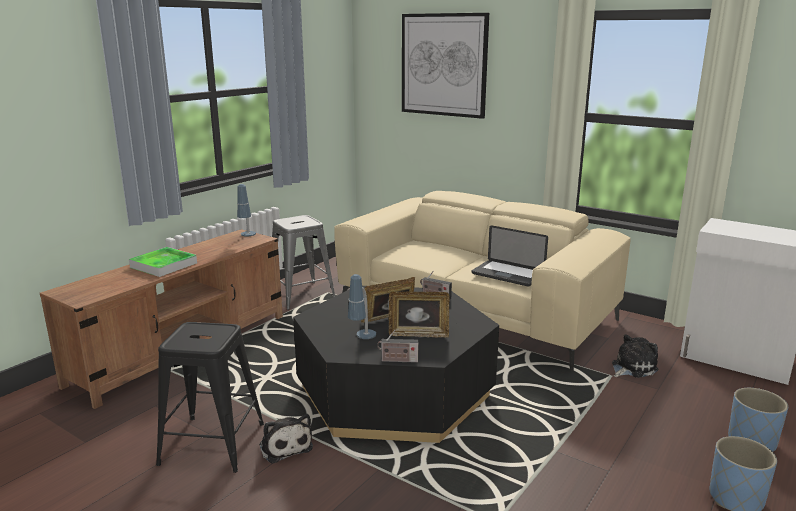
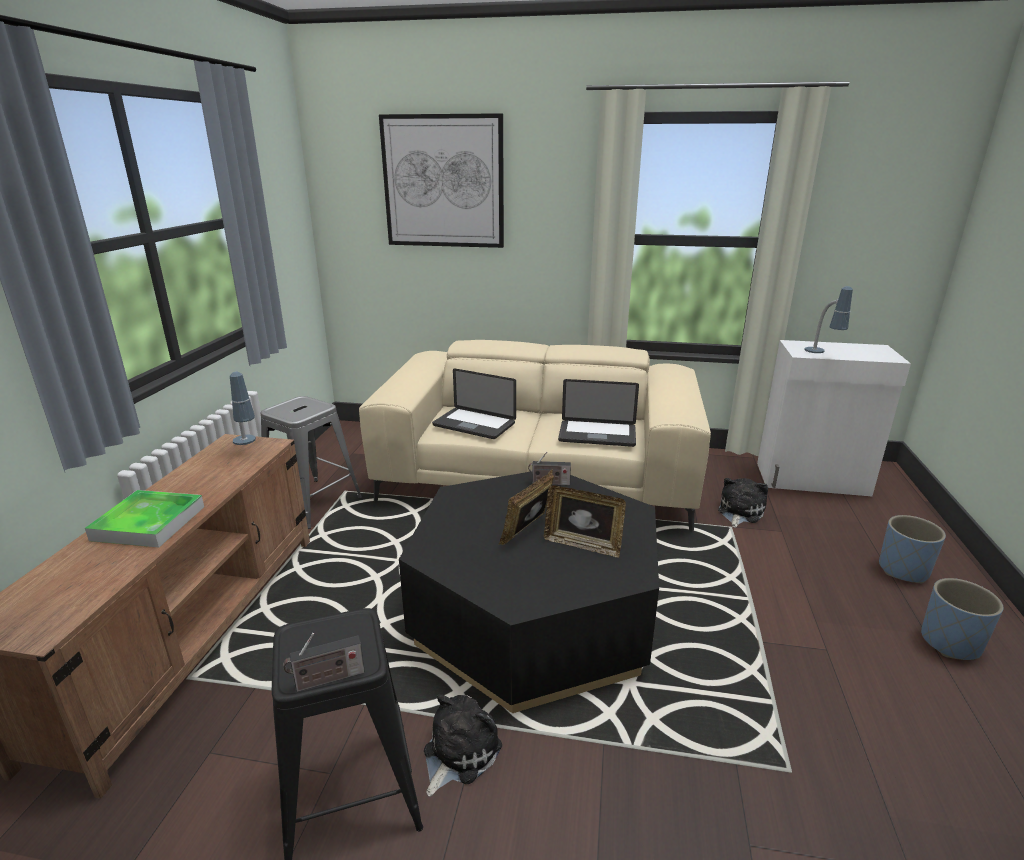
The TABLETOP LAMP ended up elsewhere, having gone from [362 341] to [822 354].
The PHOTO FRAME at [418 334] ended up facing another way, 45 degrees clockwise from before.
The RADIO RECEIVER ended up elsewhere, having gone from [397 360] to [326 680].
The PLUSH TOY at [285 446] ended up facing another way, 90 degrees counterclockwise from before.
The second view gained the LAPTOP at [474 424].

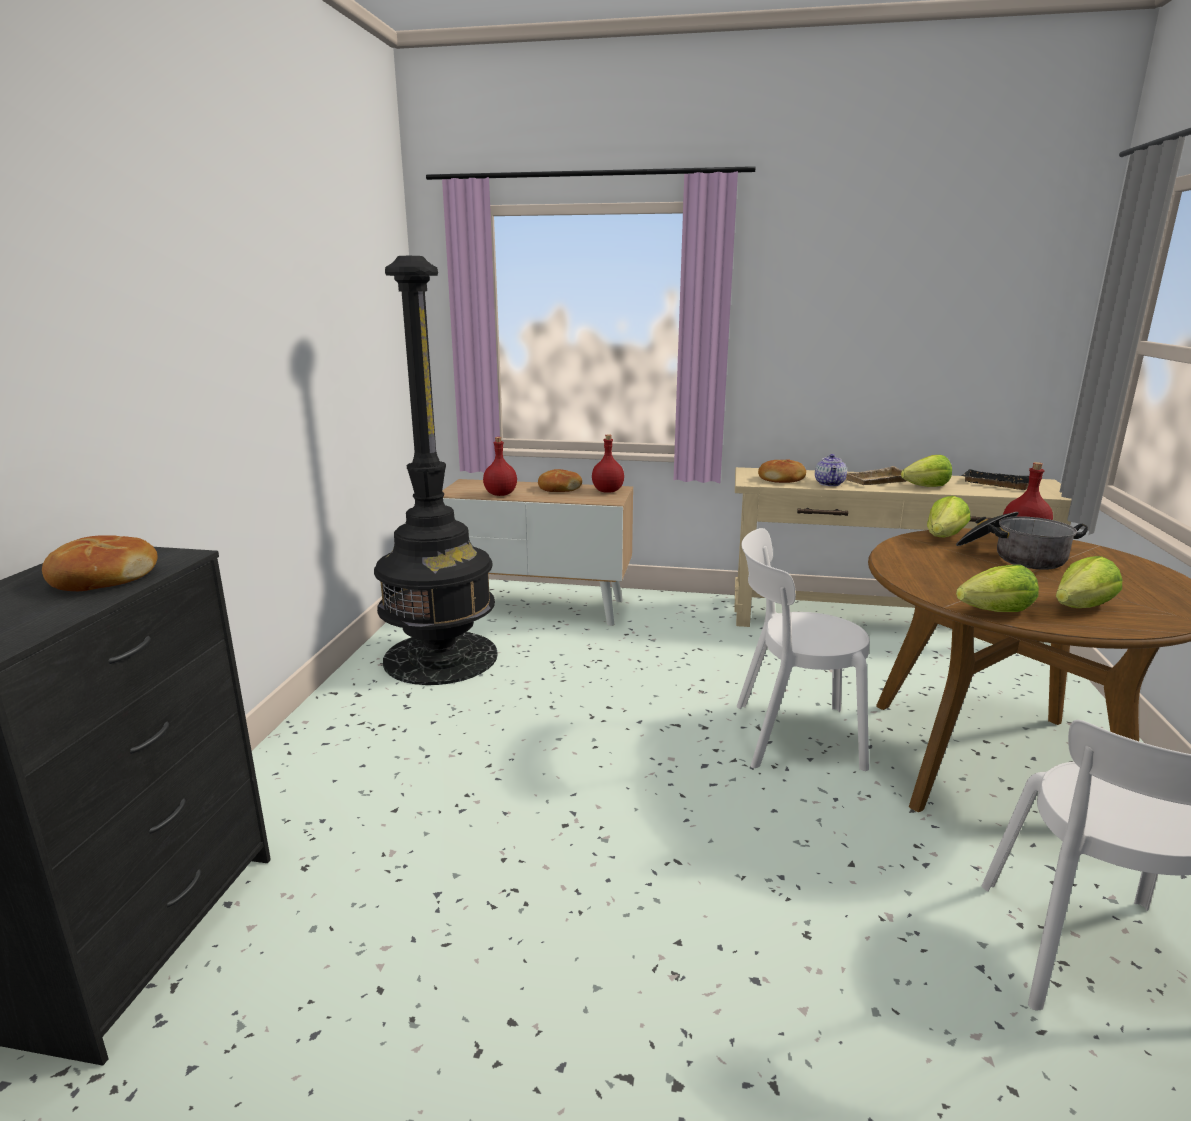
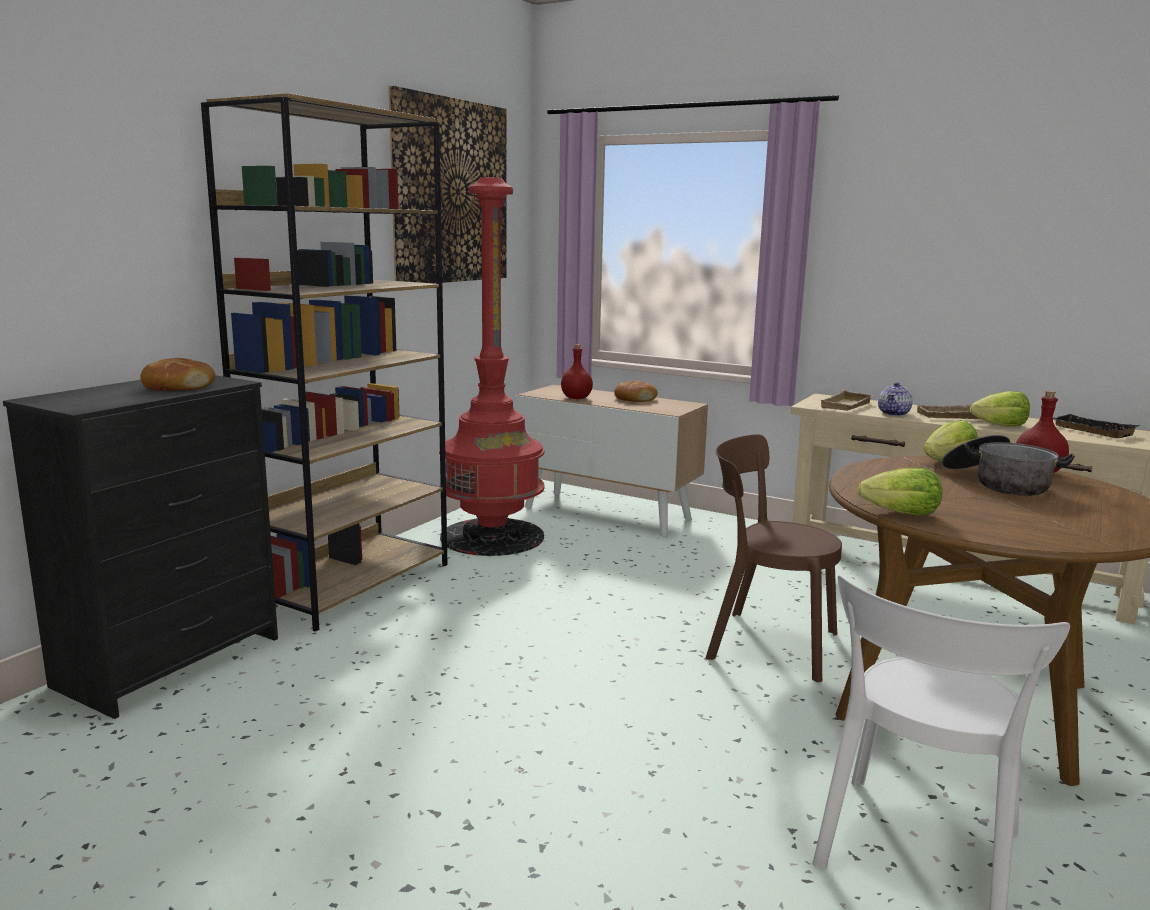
What was the BLACK-COLOURED STANDARD LAMP at [441 657] turned into the RED-COLOURED STANDARD LAMP at [492 537].
The second view lost the RED-COLOURED DRINK BOTTLE at [608 491].
Where the BAKERY BREAD stood at [782 479], the SAND-COLOURED SERVING TRAY came to stand at [847 406].
What was the WHITE-COLOURED CHAIR at [790 735] turned into the BROWN-COLOURED CHAIR at [765 643].
The second view lost the HEAD OF LETTUCE at [1081 607].
The second view gained the WALL PICTURE at [450 192].
The second view gained the BROWN-COLOURED SHELVING UNIT at [351 584].

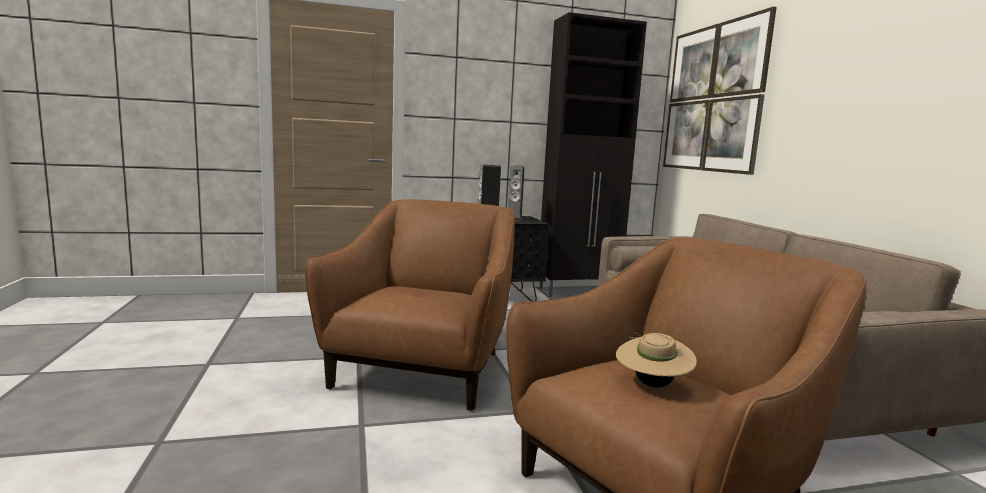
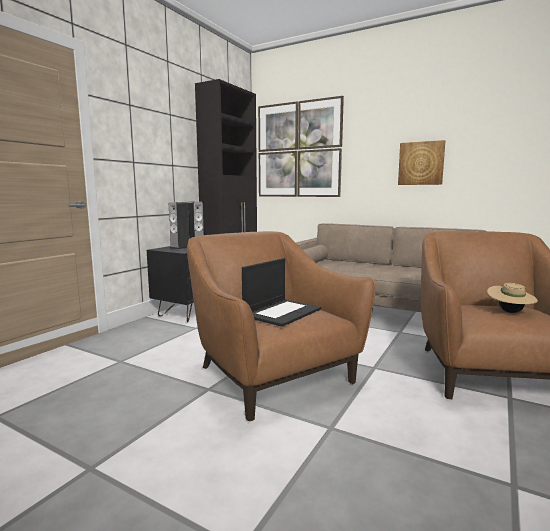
The second view gained the WALL PICTURE at [421 163].
The second view gained the LAPTOP at [282 312].

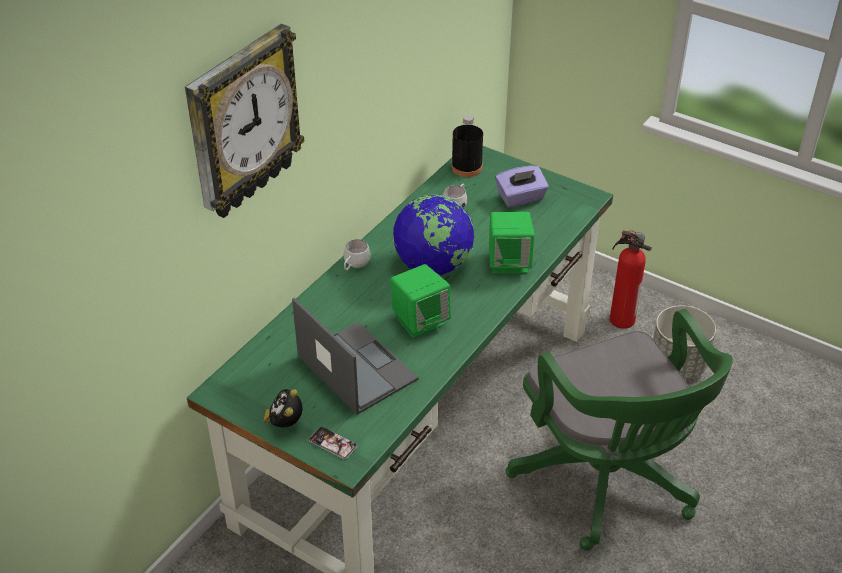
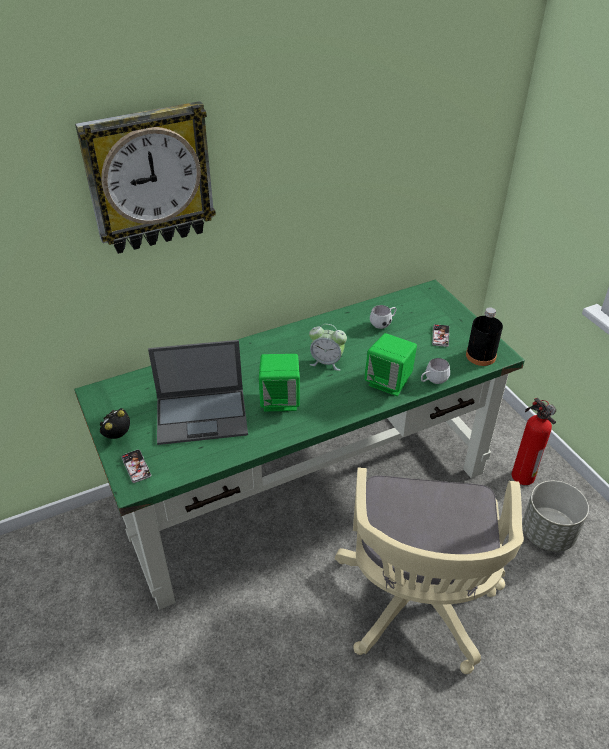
The BLACK-COLOURED DRINK BOTTLE ended up elsewhere, having gone from [466 167] to [480 356].
Where the PURPLE-COLOURED TISSUE HOLDER stood at [521 198], the HANDSET came to stand at [440 336].
Where the WORLD GLOBE stood at [433 265], the ALARM CLOCK came to stand at [327 362].
The WHITE-COLOURED MUG ended up elsewhere, having gone from [354 266] to [433 381].
The LAPTOP at [355 367] ended up facing another way, 90 degrees clockwise from before.
What was the GREEN COMPUTER CHAIR at [608 482] turned into the SAND-COLOURED COMPUTER CHAIR at [417 605].

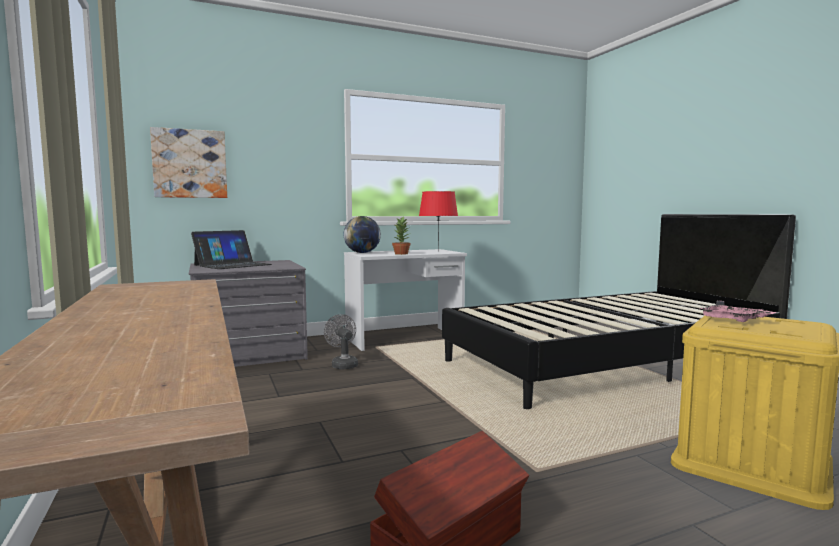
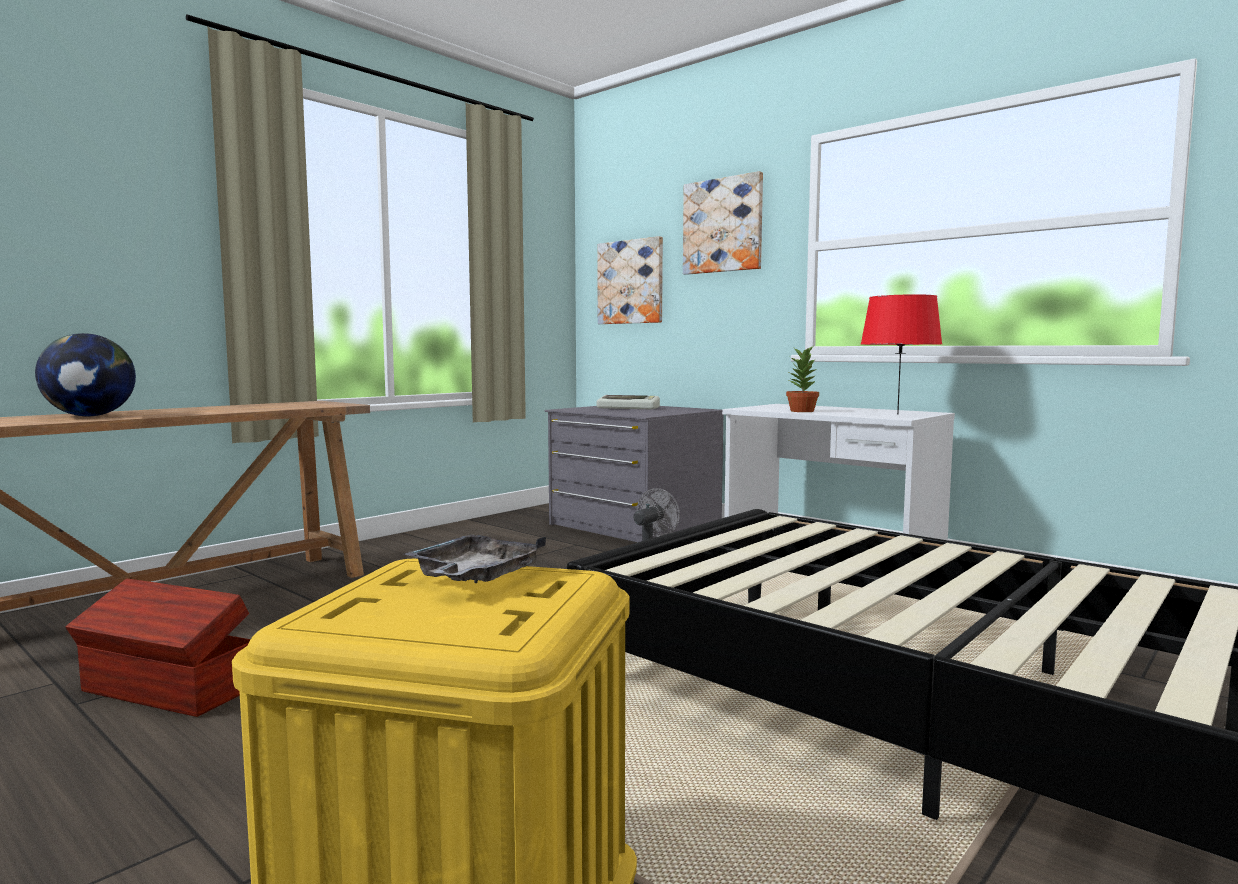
The WORLD GLOBE ended up elsewhere, having gone from [362 252] to [90 416].
Where the LAPTOP stood at [232 265], the COMPUTER KEYBOARD came to stand at [629 408].
What was the PINKISH SERVING TRAY at [733 320] turned into the GRAY SERVING TRAY at [474 577].
The second view gained the WALL PICTURE at [723 225].

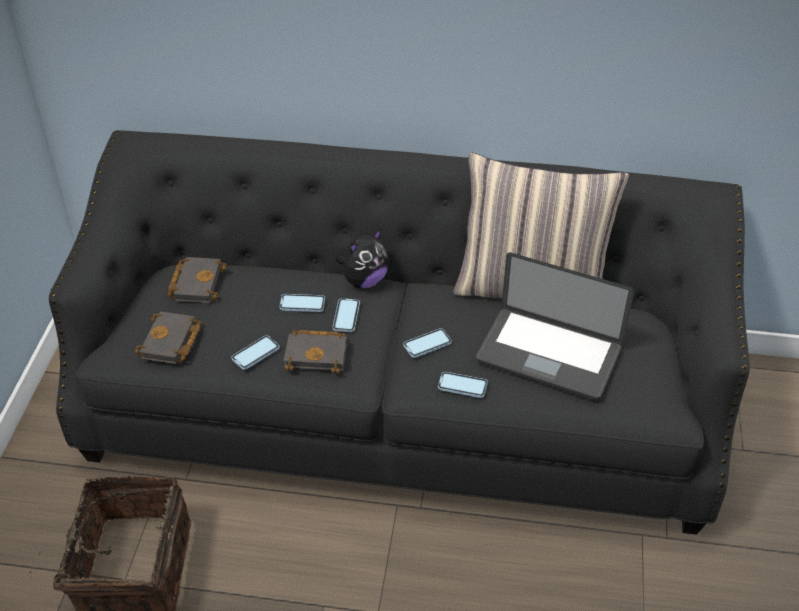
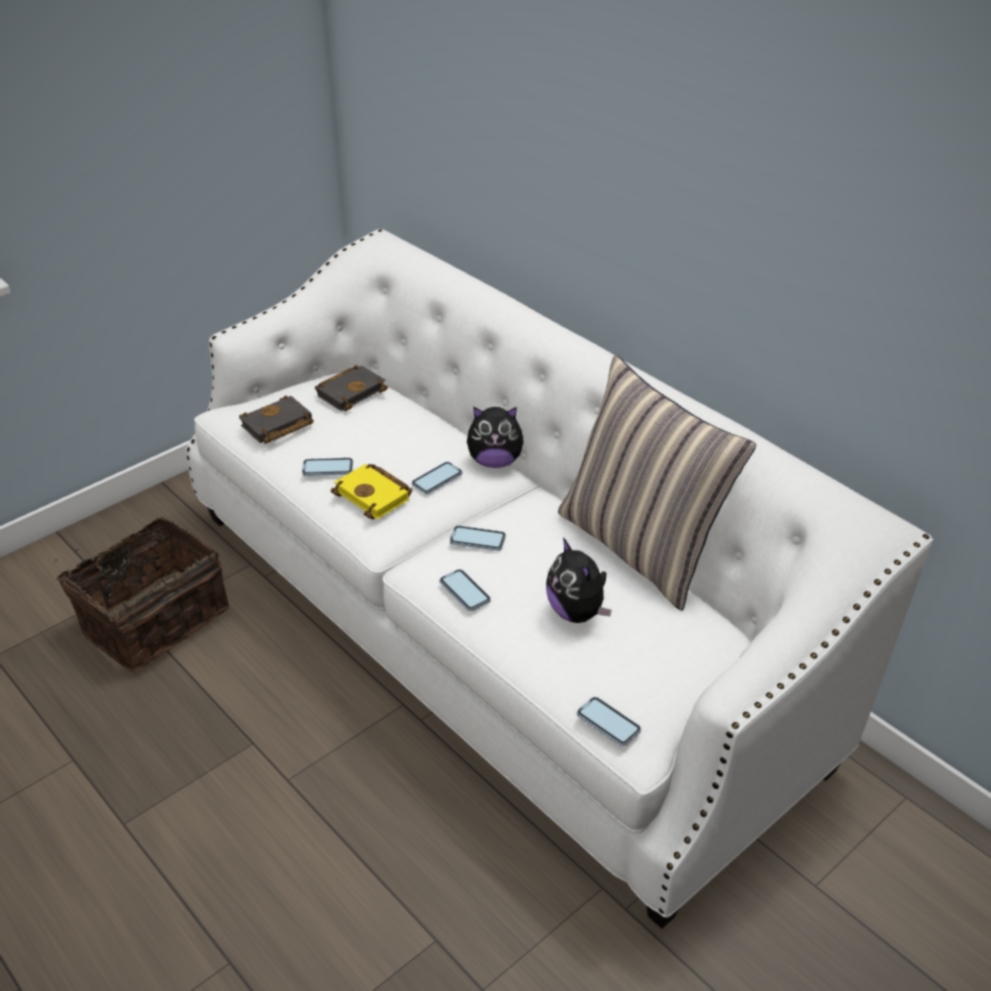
What was the BLACK-COLOURED SOFA at [400 410] turned into the WHITE-COLOURED SOFA at [496 627].
Where the LAPTOP stood at [548 355], the PLUSH TOY came to stand at [577 612].
The HANDSET ended up elsewhere, having gone from [302 304] to [608 723].
What was the BLACK-COLOURED BOOK at [318 354] turned into the YELLOWISH BOOK at [375 496].

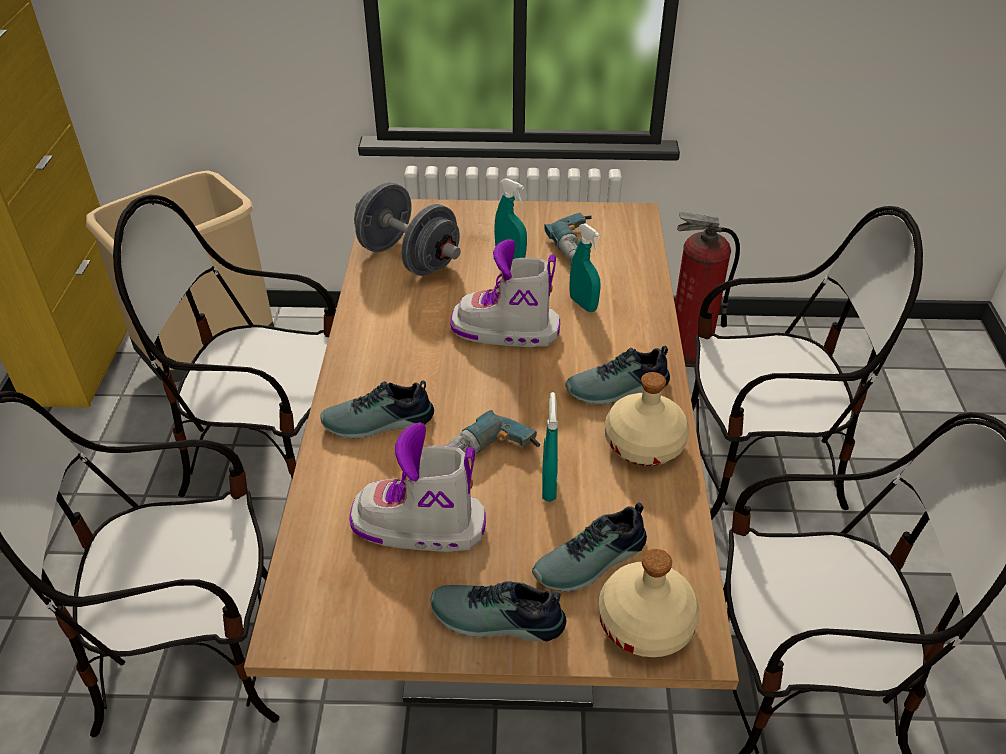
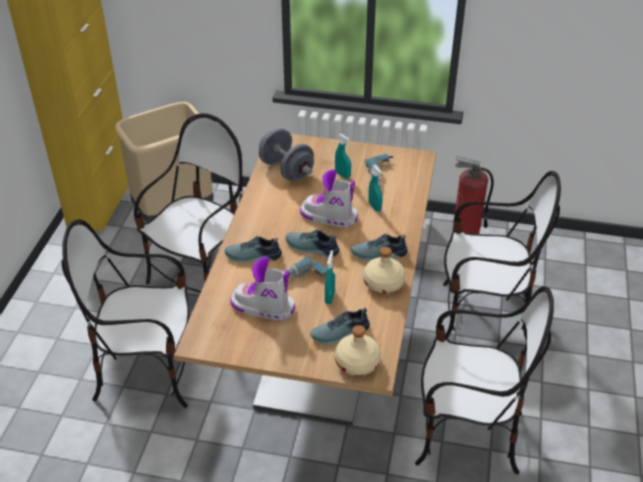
The CHAIR at [272 463] ended up facing another way, 105 degrees clockwise from before.
The LOW SHOE ended up elsewhere, having gone from [497 621] to [311 248].

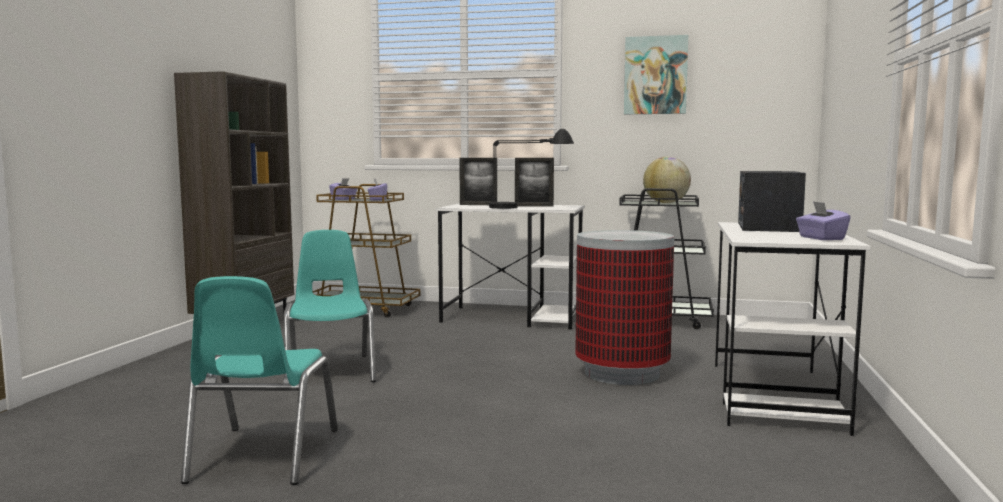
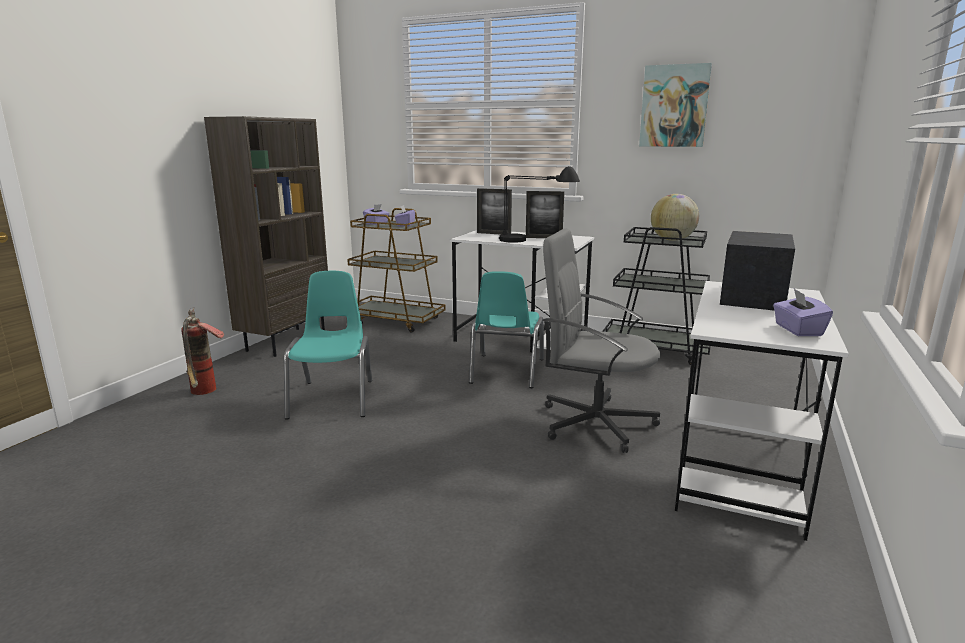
Where the TRASH CAN stood at [621 373], the GRAY COMPUTER CHAIR came to stand at [594 422].
The BLUE-GREEN CHAIR ended up elsewhere, having gone from [263 455] to [506 371].
The second view gained the FIRE-FIGHTING CYLINDER at [205 393].

